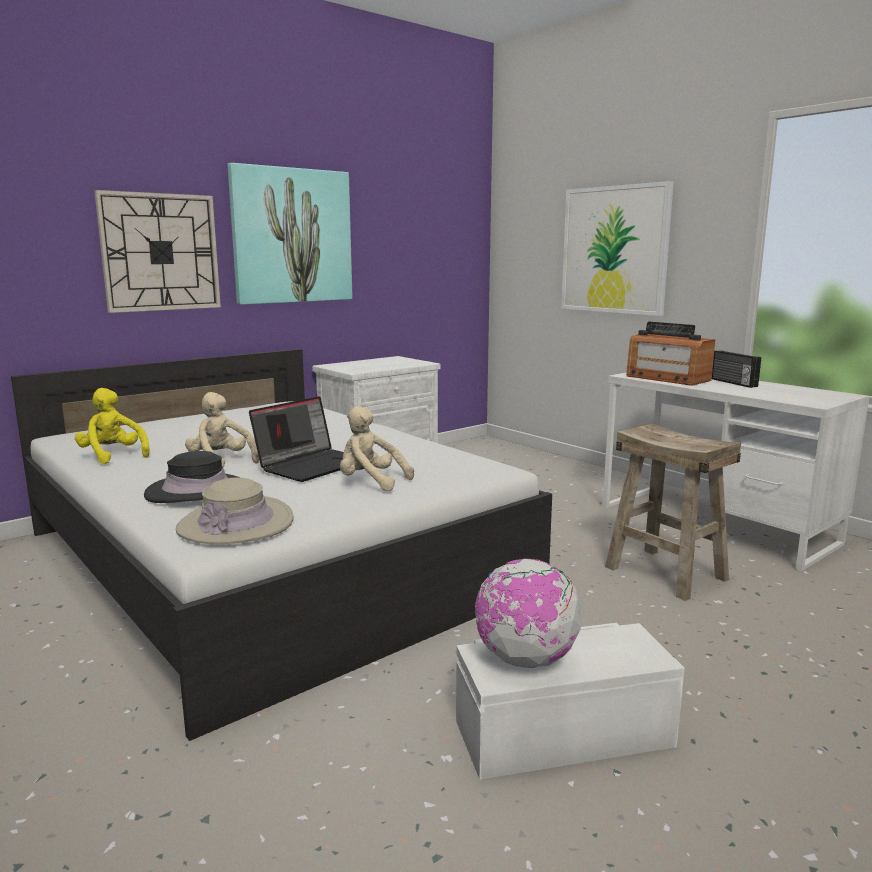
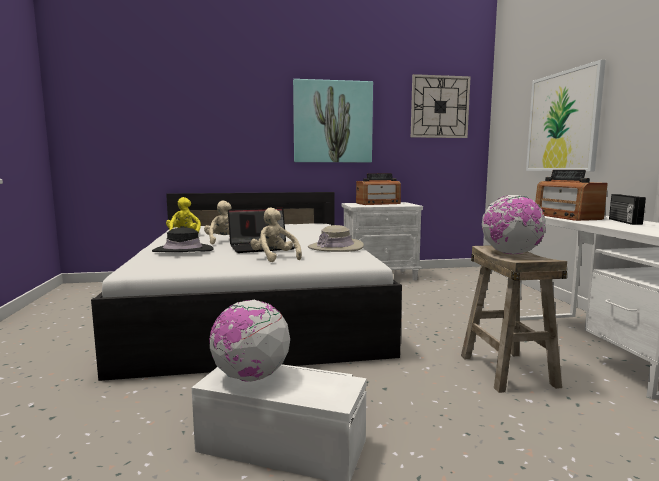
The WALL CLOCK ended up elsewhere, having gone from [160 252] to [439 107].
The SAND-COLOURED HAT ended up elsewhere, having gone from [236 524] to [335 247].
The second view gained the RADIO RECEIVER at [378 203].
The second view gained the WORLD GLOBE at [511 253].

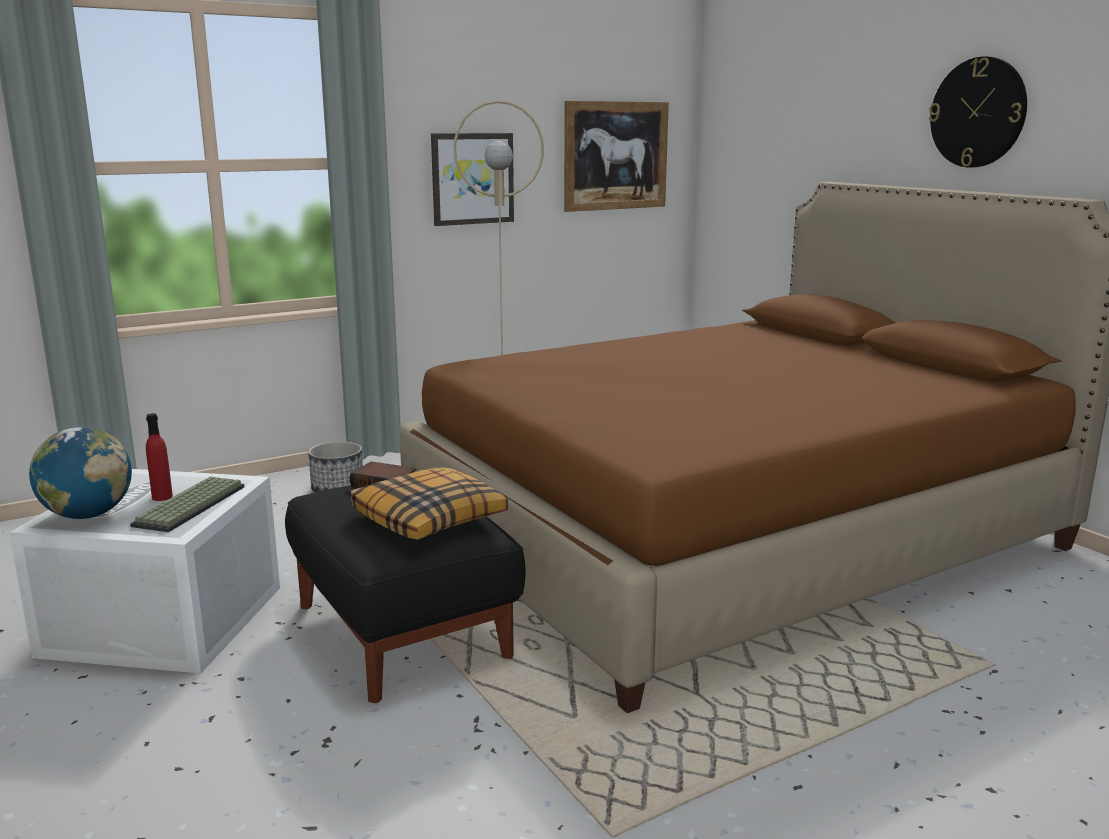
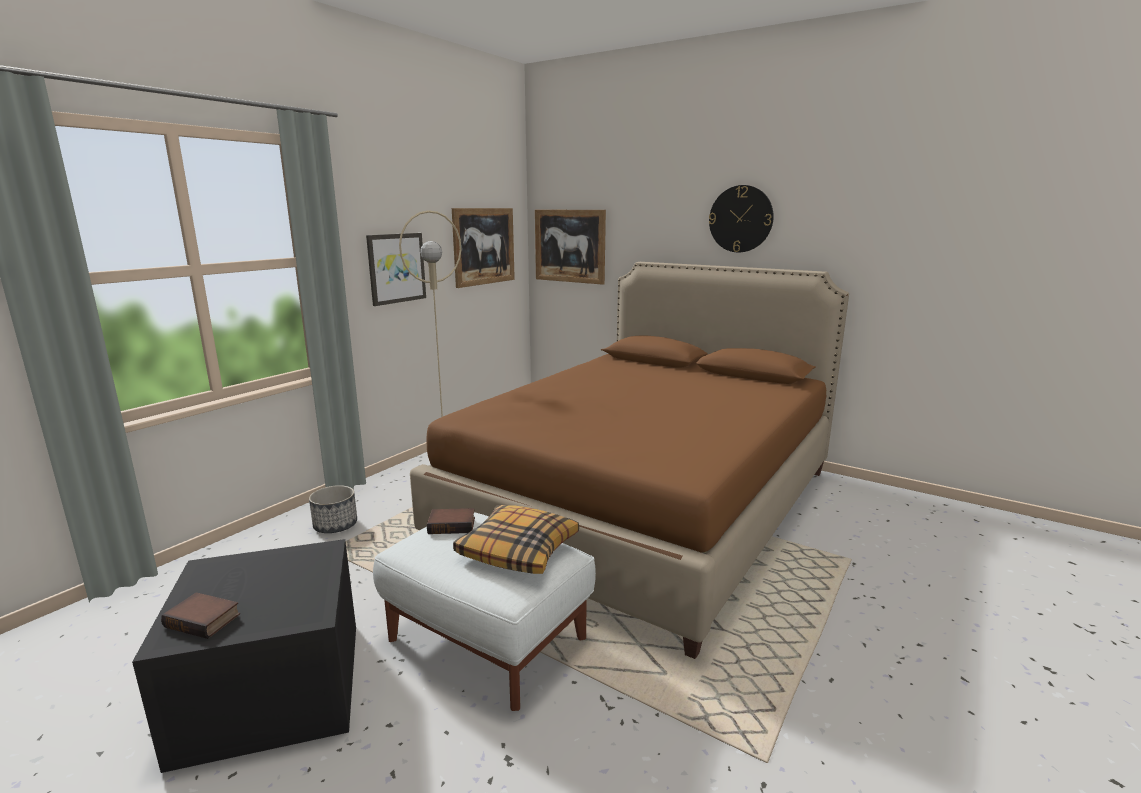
The second view lost the RED-COLOURED DRINK BOTTLE at [162 497].
Where the WORLD GLOBE stood at [88 515], the BOOK came to stand at [205 620].
What was the WHITE-COLOURED STORAGE BIN at [165 622] turned into the BLACK-COLOURED STORAGE BIN at [275 691].
The second view lost the COMPUTER KEYBOARD at [191 506].
What was the BLACK-COLOURED POUFFE at [402 631] turned into the WHITE-COLOURED POUFFE at [487 639].
The second view gained the WALL PICTURE at [569 246].

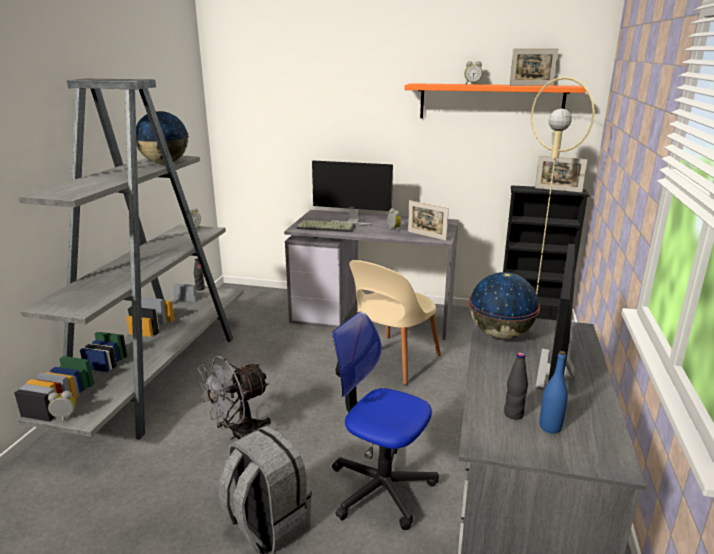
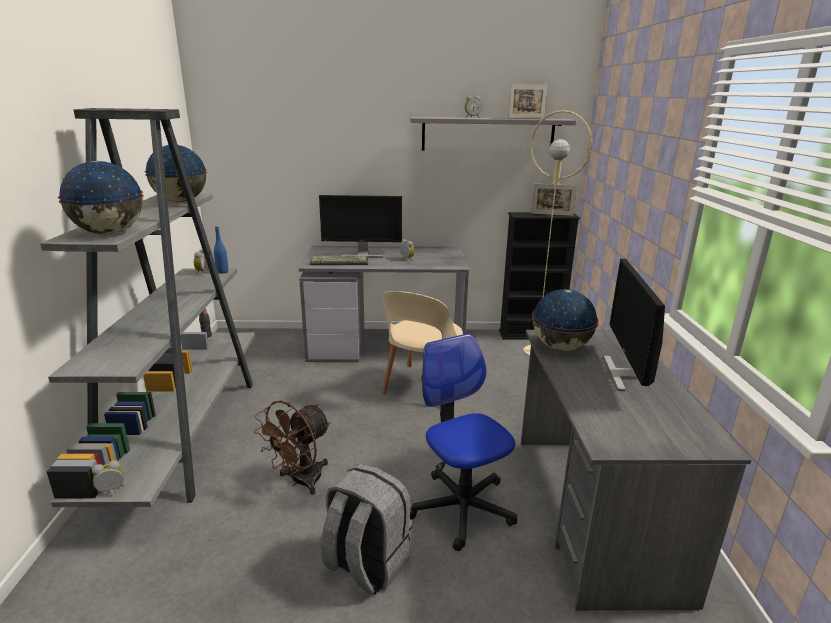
What was the ORANGE BRACKET SHELF at [491 102] turned into the GRAY BRACKET SHELF at [488 134].
The second view lost the PHOTO FRAME at [426 236].
The COMPUTER CHAIR at [381 487] ended up facing another way, 45 degrees clockwise from before.
The BLUE-COLOURED DRINK BOTTLE ended up elsewhere, having gone from [550 427] to [222 272].
The second view lost the BLACK-COLOURED DRINK BOTTLE at [513 414].
What was the GRAY COOLING FAN at [238 436] turned into the BROWN-COLOURED COOLING FAN at [300 481].
The second view gained the WORLD GLOBE at [109 233].

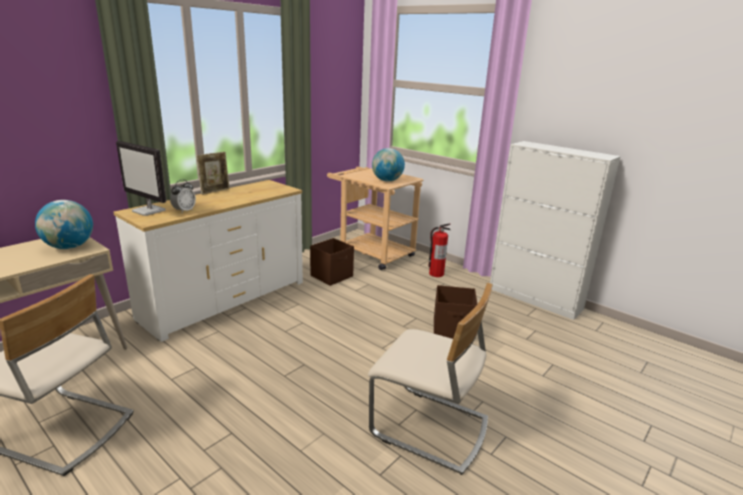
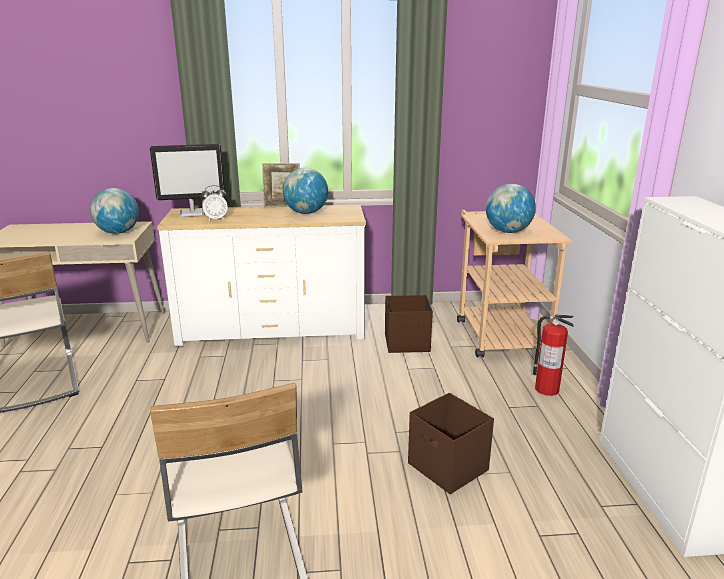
The MONITOR at [149 211] ended up facing another way, 90 degrees counterclockwise from before.
The second view gained the WORLD GLOBE at [306 213].

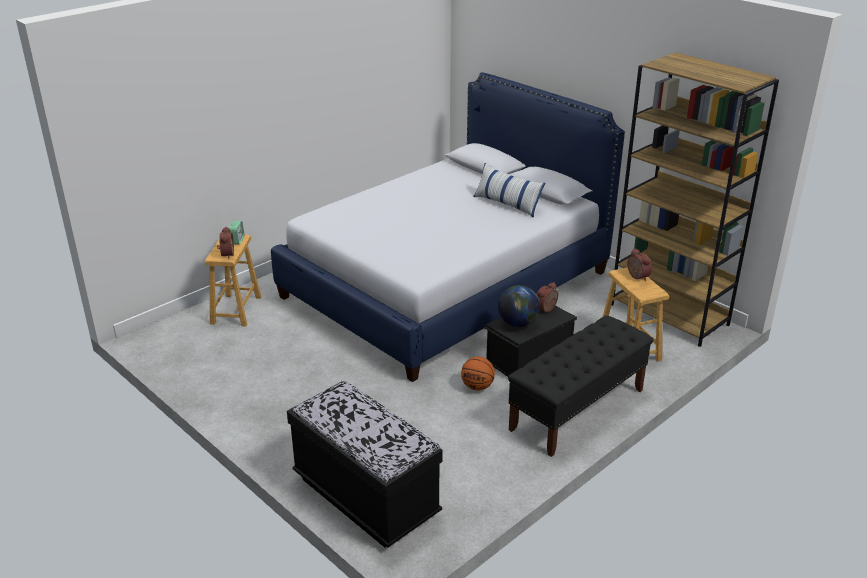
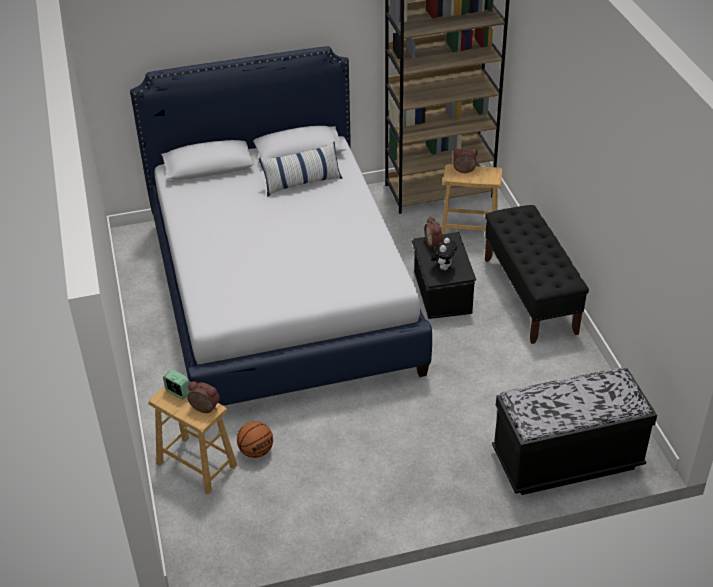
Where the WORLD GLOBE stood at [518 323], the PLUSH TOY came to stand at [443 267].
The BALL FOR BASKETBALL ended up elsewhere, having gone from [477 386] to [256 451].

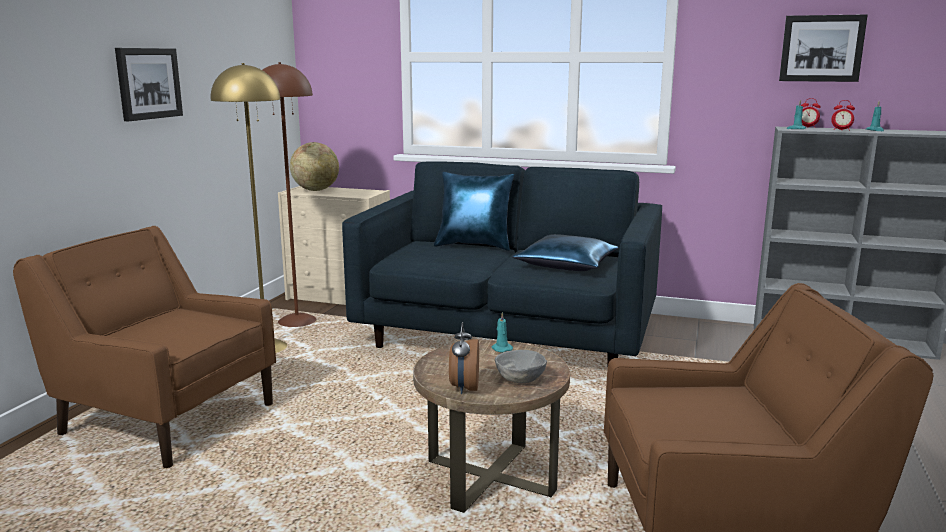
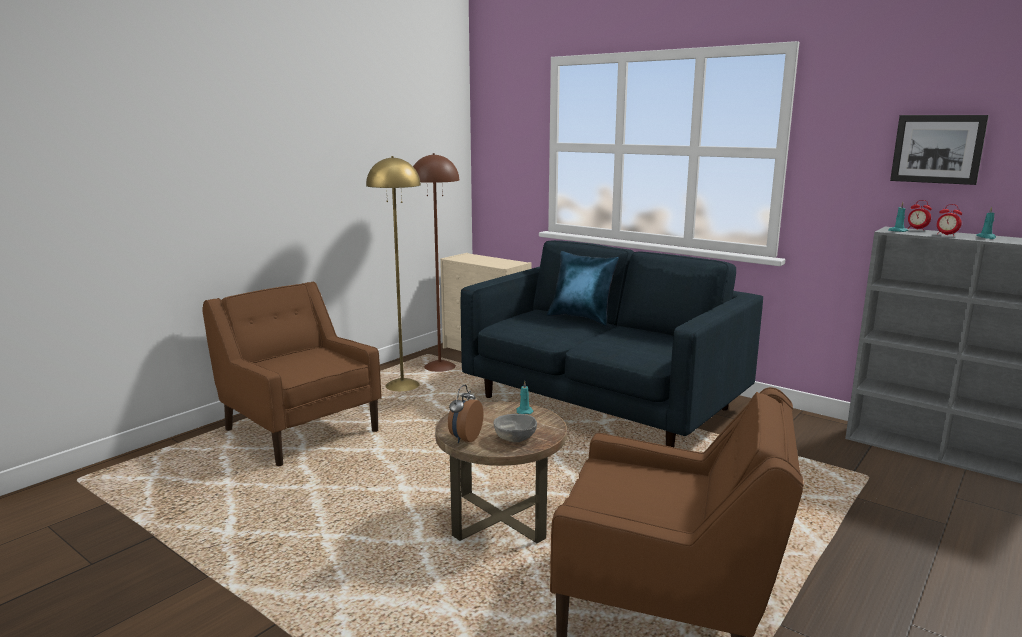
The second view lost the WALL PICTURE at [148 83].
The second view lost the WORLD GLOBE at [316 190].
The second view lost the BLUE-COLOURED THROW PILLOW at [567 265].

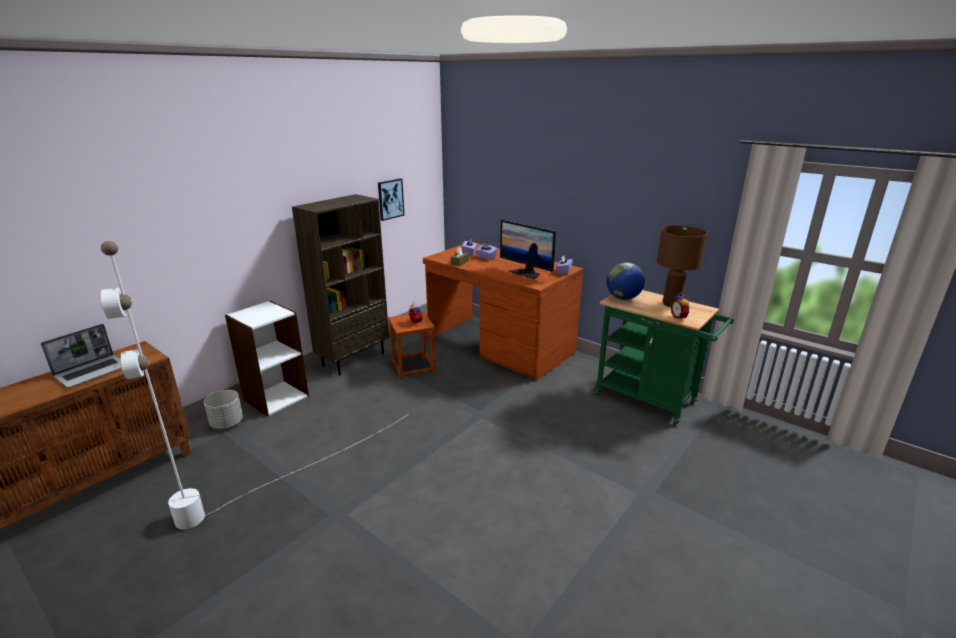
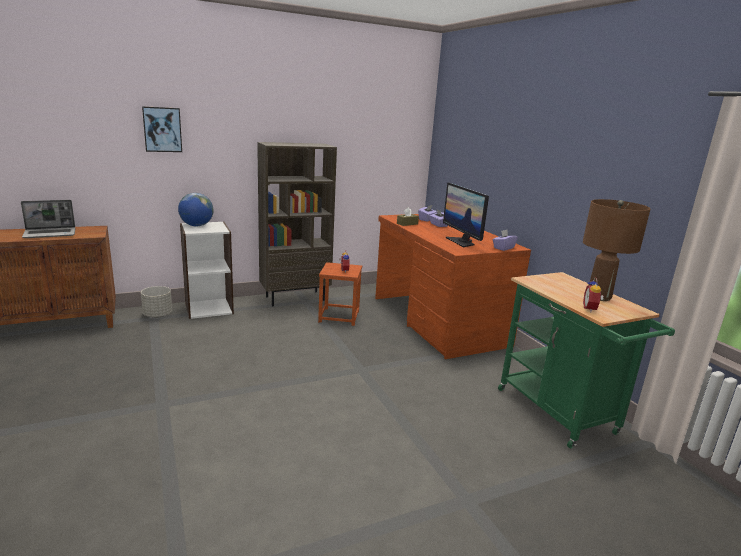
The WALL PICTURE ended up elsewhere, having gone from [390 199] to [162 129].
The second view lost the WHITE-COLOURED STANDARD LAMP at [265 485].
The WORLD GLOBE ended up elsewhere, having gone from [623 298] to [196 225].

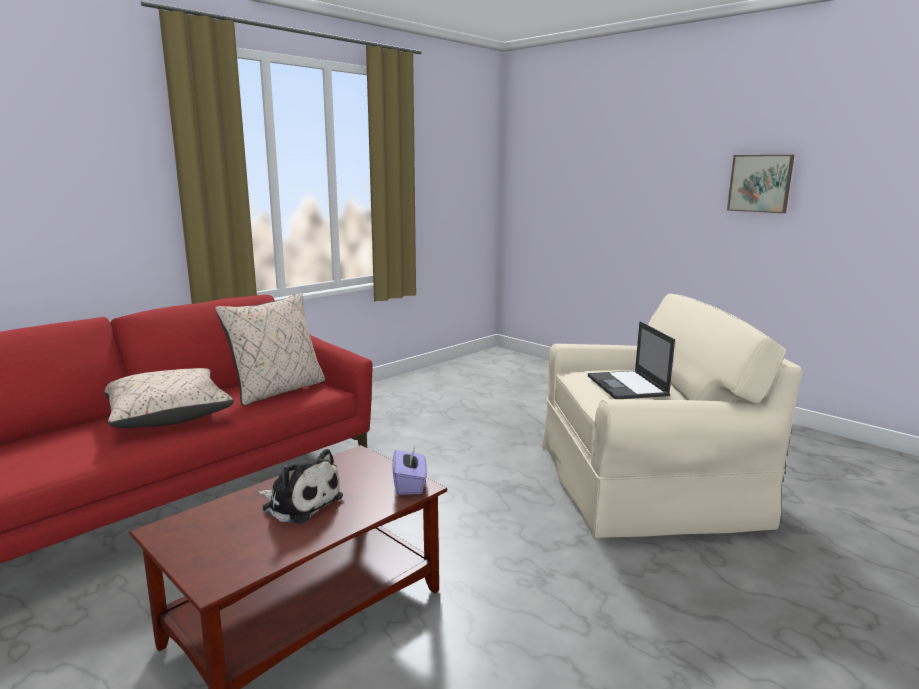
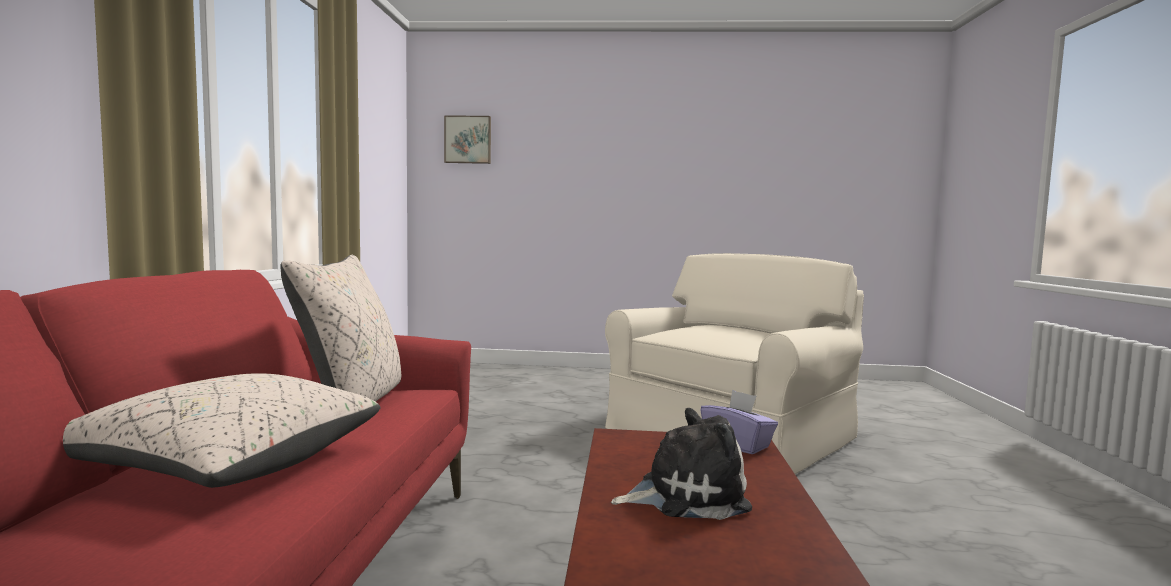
The WALL PICTURE ended up elsewhere, having gone from [760 183] to [468 140].
The second view lost the LAPTOP at [627 386].

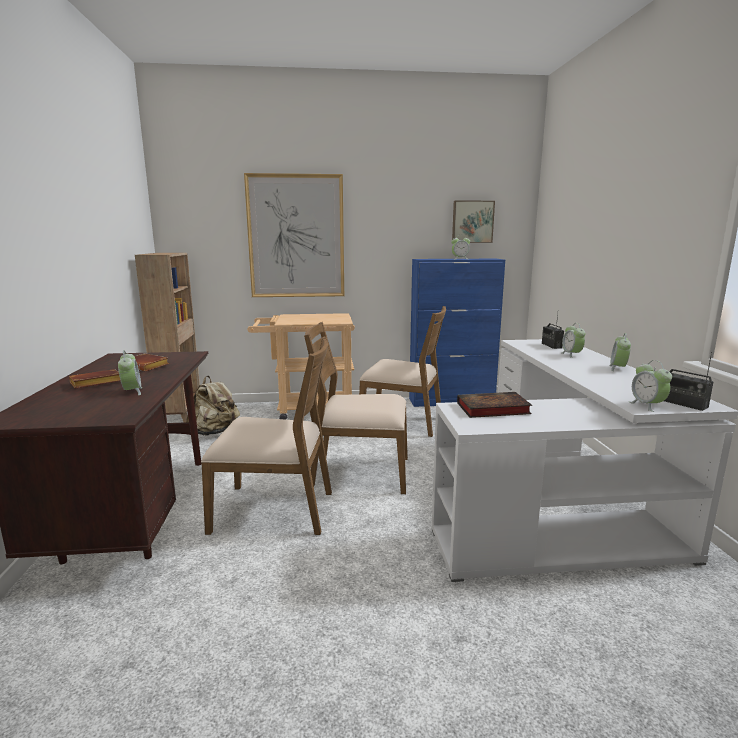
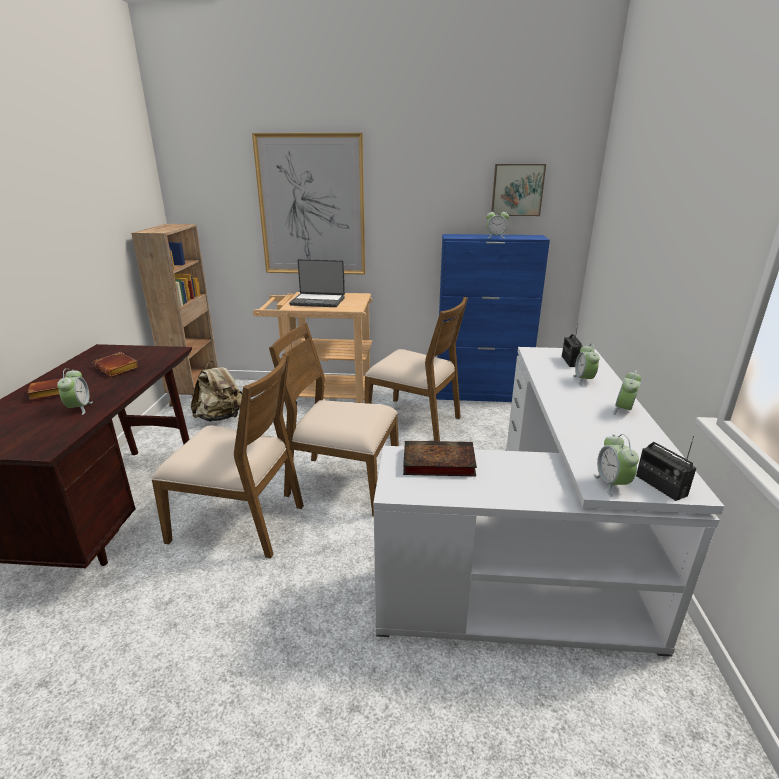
The second view gained the LAPTOP at [318 301].

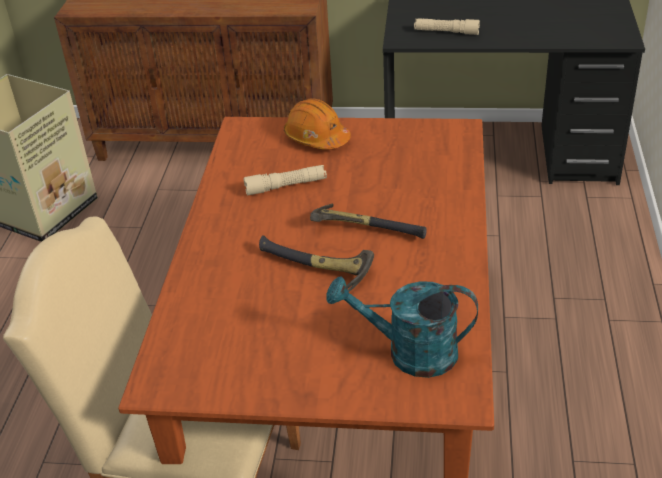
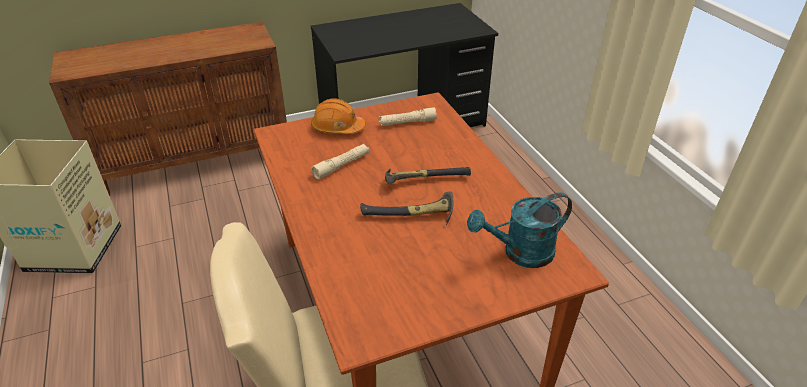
The SAND-COLOURED HAND TORCH ended up elsewhere, having gone from [446 32] to [407 123].

